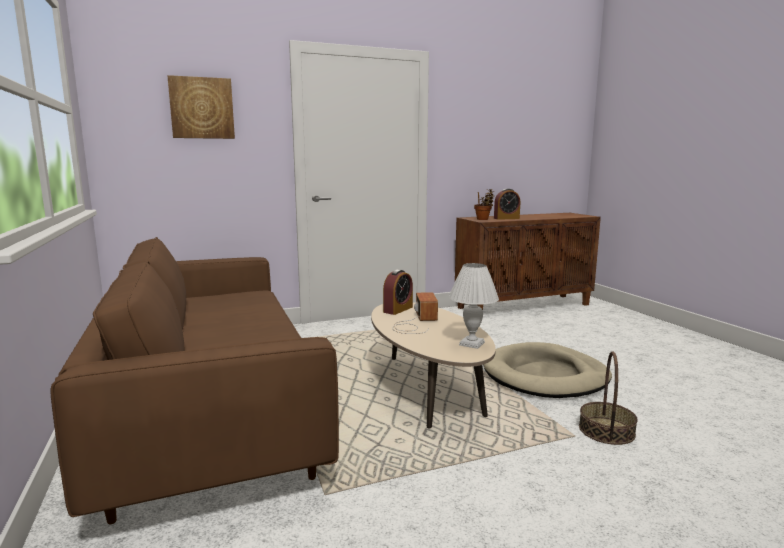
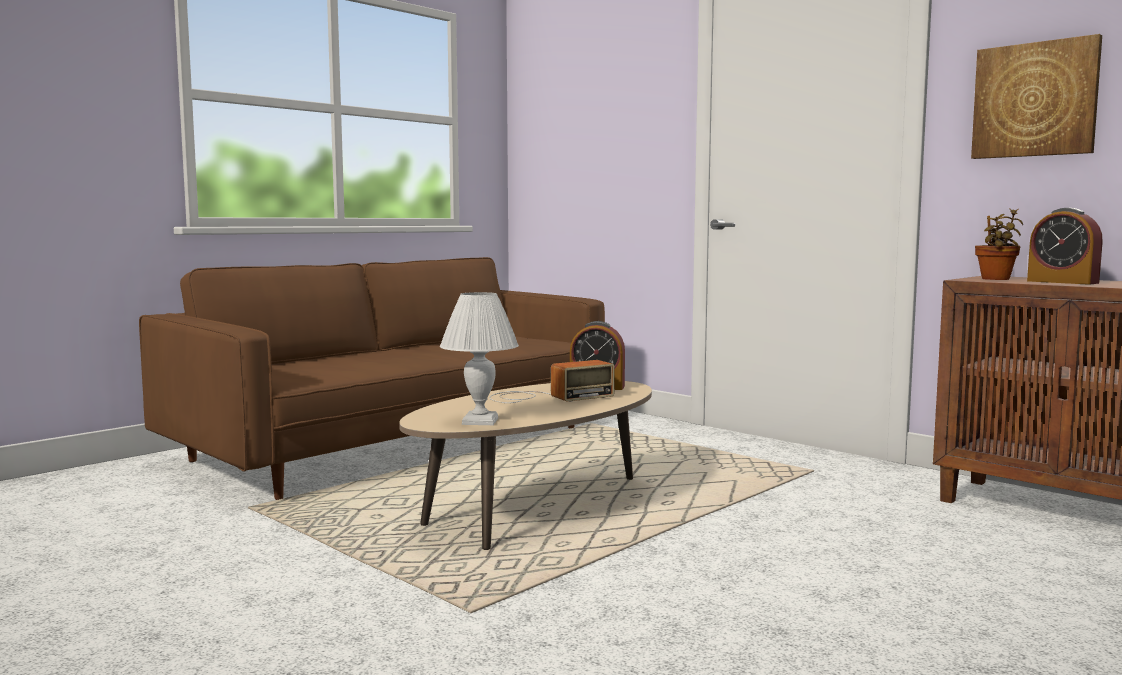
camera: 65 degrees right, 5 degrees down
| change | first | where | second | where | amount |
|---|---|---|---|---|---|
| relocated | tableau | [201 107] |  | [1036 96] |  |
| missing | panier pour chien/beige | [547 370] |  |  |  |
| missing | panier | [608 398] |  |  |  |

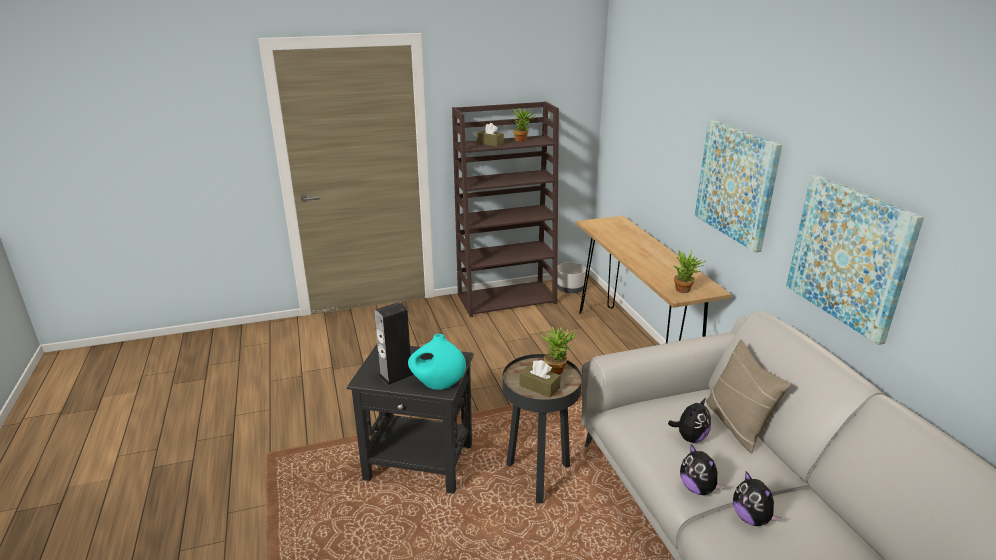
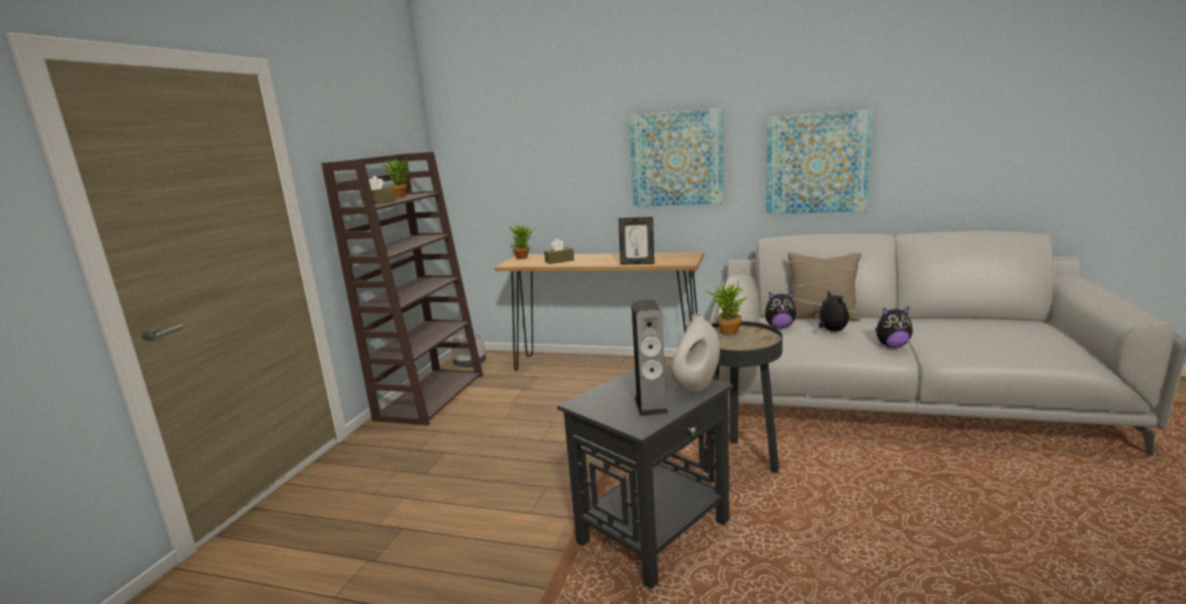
camera: 55 degrees left, 10 degrees down
| change | first | where | second | where | amount |
|---|---|---|---|---|---|
| colour | vase/turquoise | [437 362] | vase/blanc | [695 352] |  |
| relocated | boîte à mouchoirs/marron | [540 379] |  | [559 251] |  |
| relocated | plante en pot | [690 271] |  | [522 241] |  |
| relocated | peluche | [757 498] |  | [781 310] |  |
| appeared |  |  | cadre photo | [636 241] |  |

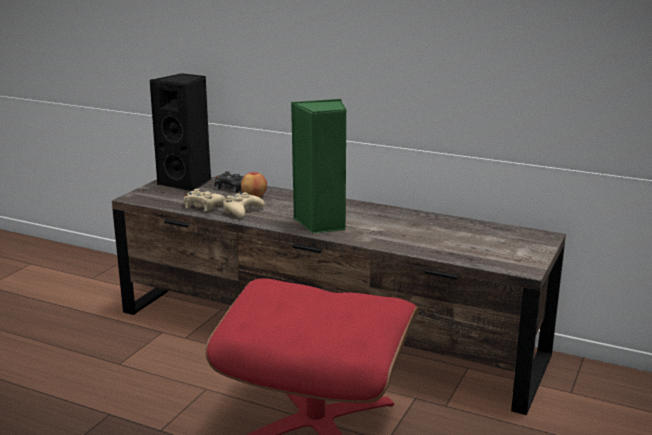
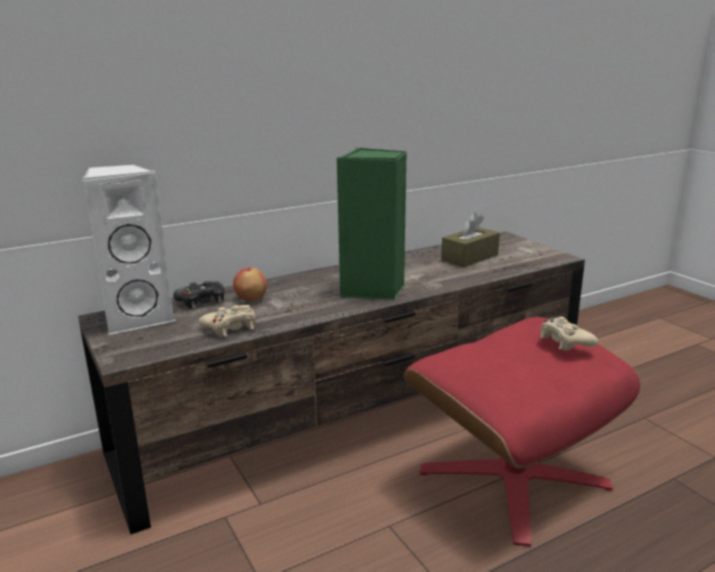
camera: 55 degrees left, 0 degrees up
| change | first | where | second | where | amount |
|---|---|---|---|---|---|
| colour | enceinte/noir | [180 132] | enceinte/blanc | [129 249] |  |
| relocated | manette/beige | [244 205] |  | [569 333] |  |
| appeared |  |  | boîte à mouchoirs/marron | [470 239] |  |

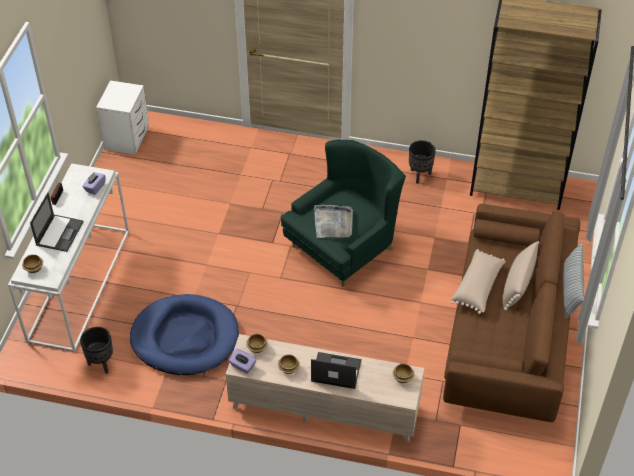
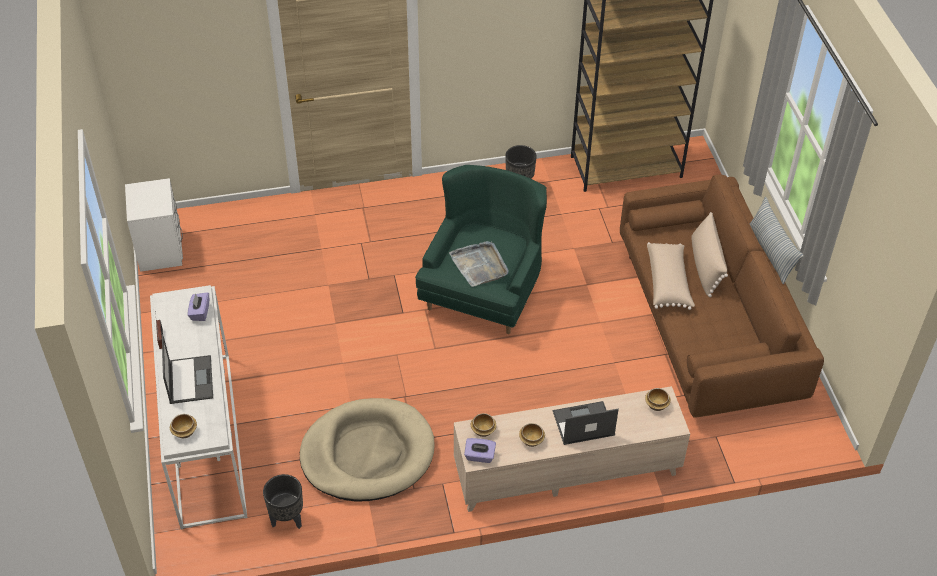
camera: 25 degrees left, 0 degrees up
| change | first | where | second | where | amount |
|---|---|---|---|---|---|
| colour | panier pour chien/bleu | [184 334] | panier pour chien/beige | [367 450] |  |

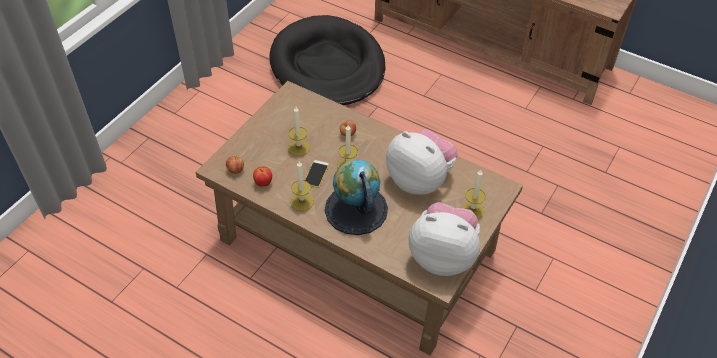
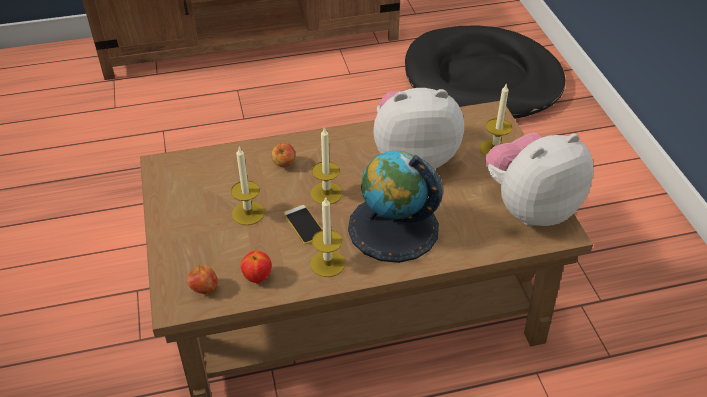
camera: 45 degrees left, 5 degrees down
| change | first | where | second | where | amount |
|---|---|---|---|---|---|
| relocated | panier pour chien/noir | [327 60] |  | [485 72] |  |

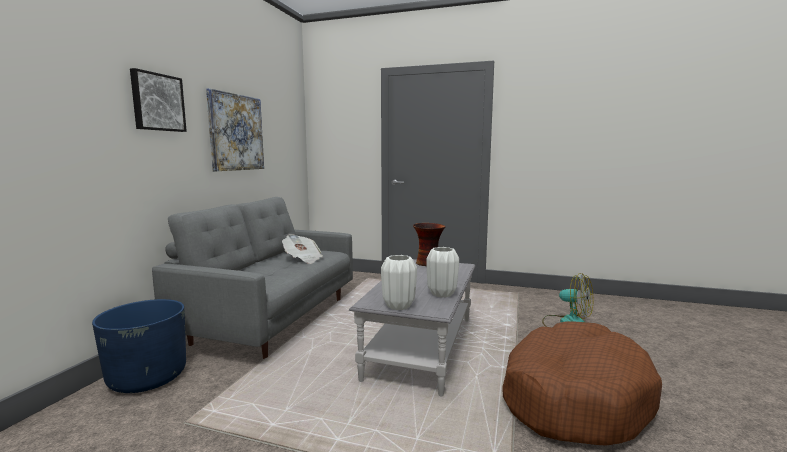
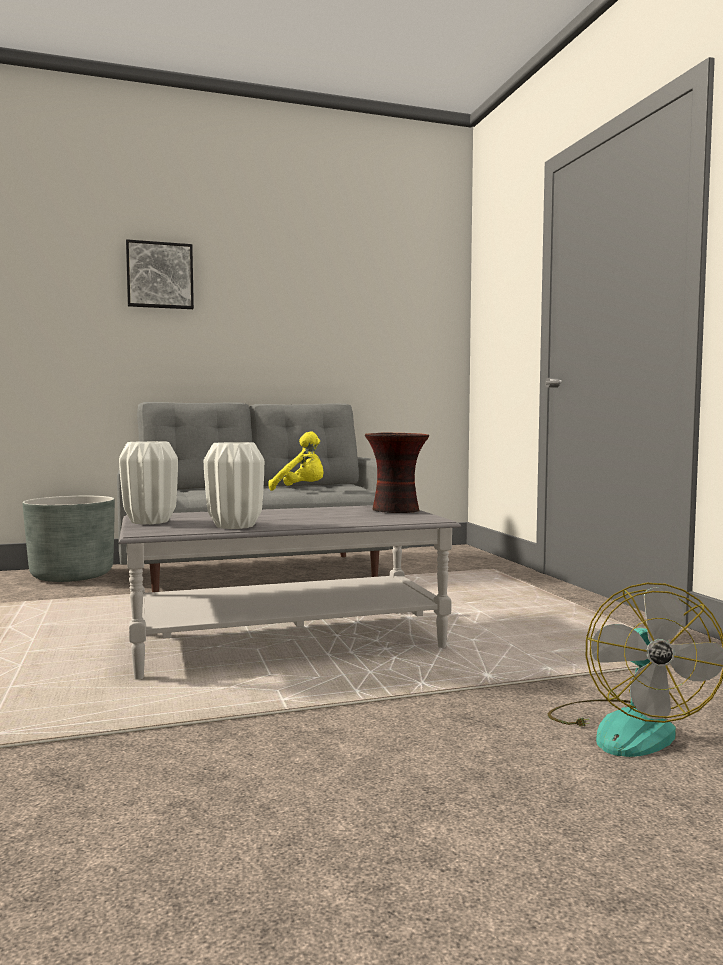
camera: 55 degrees right, 5 degrees down
| change | first | where | second | where | amount |
|---|---|---|---|---|---|
| colour | cache-pot/bleu | [139 346] | cache-pot/gris | [68 539] |  |
| missing | tableau | [235 129] |  |  |  |
| exchanged | journal | [302 249] | peluche/jaune | [296 461] |  |
| missing | panier pour chien/marron | [582 383] |  |  |  |

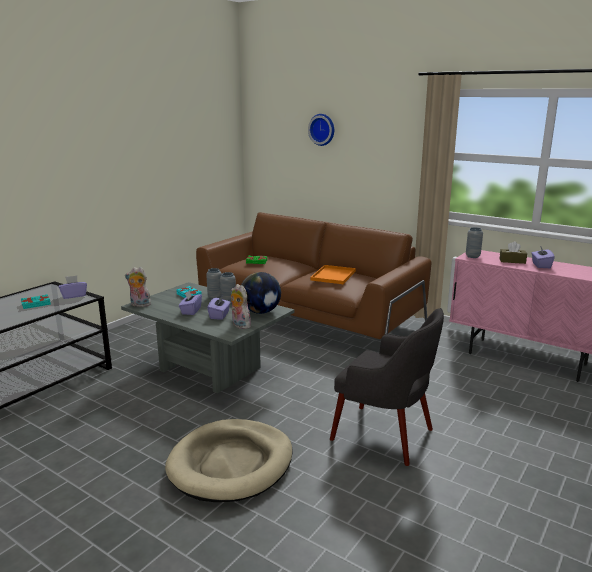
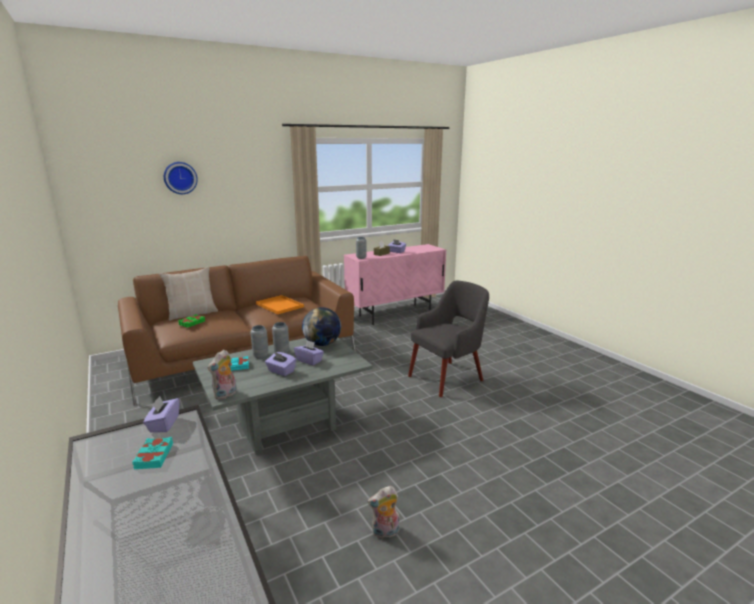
camera: 65 degrees left, 0 degrees up
| change | first | where | second | where | amount |
|---|---|---|---|---|---|
| missing | panier pour chien/beige | [229 460] |  |  |  |
| relocated | peluche | [241 306] |  | [383 512] |  |
| appeared |  |  | coussin/beige | [188 294] |  |

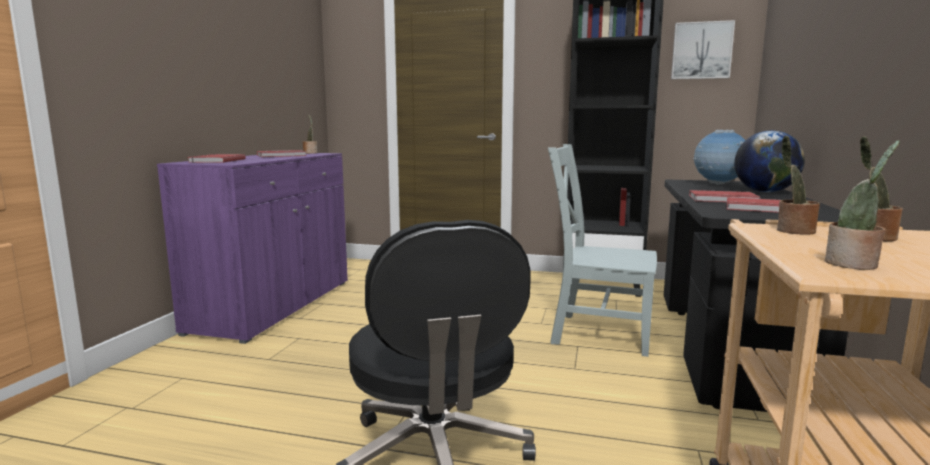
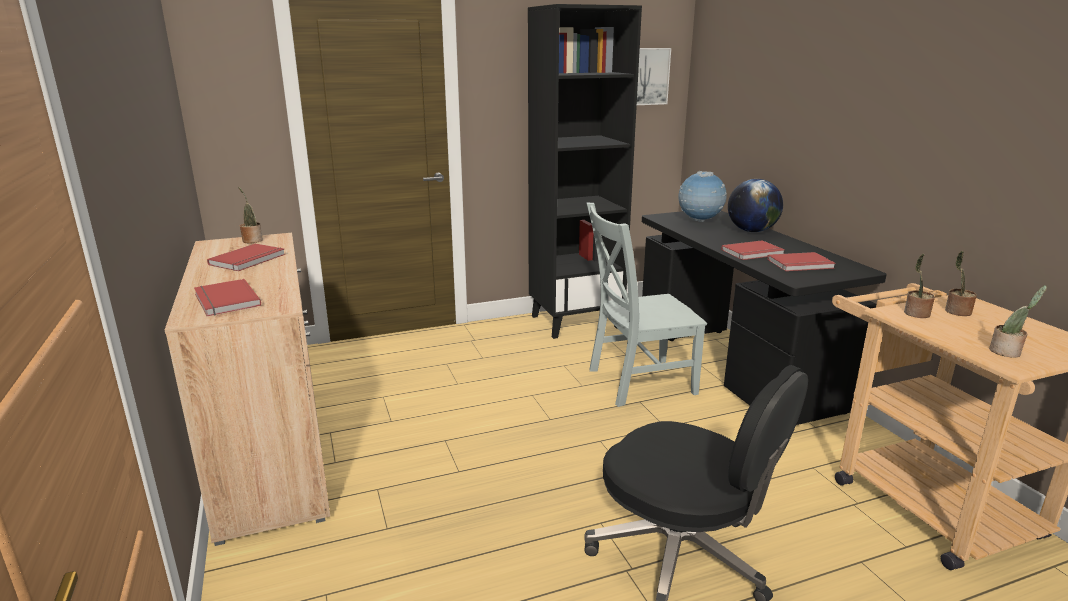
camera: 35 degrees left, 10 degrees up
| change | first | where | second | where | amount |
|---|---|---|---|---|---|
| colour | meuble de rangement/violet | [252 248] | meuble de rangement/beige | [247 389] |  |

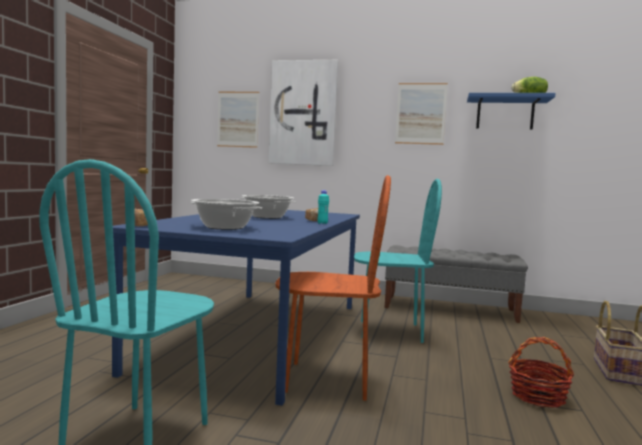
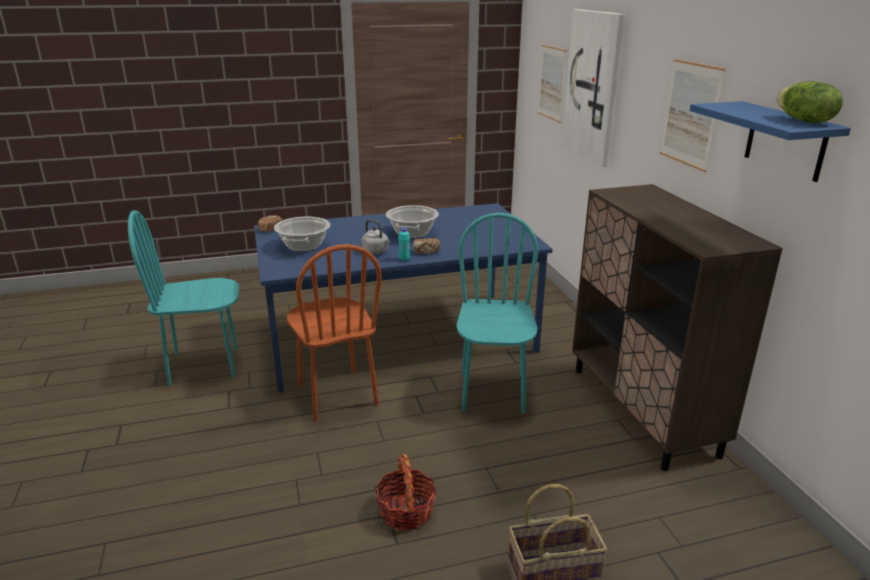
camera: 60 degrees right, 20 degrees up
| change | first | where | second | where | amount |
|---|---|---|---|---|---|
| spun | chaise/turquoise | [398 261] |  | [497 313] | 150 degrees counterclockwise |
| exchanged | banc/gris | [456 284] | meuble de rangement/marron | [677 327] |  |
| appeared |  |  | bouilloire/gris | [376 236] |  |

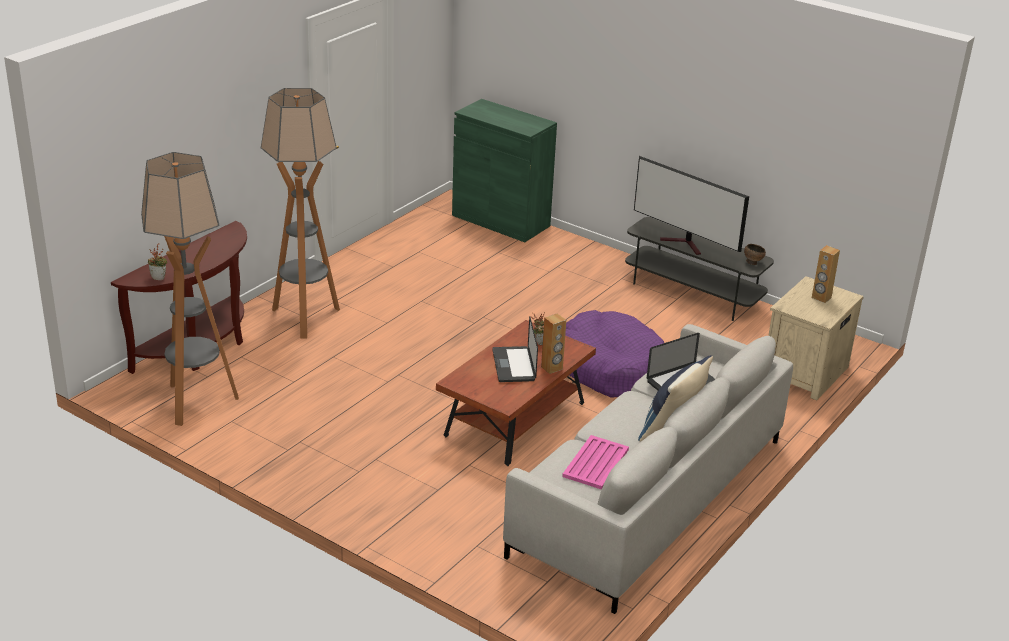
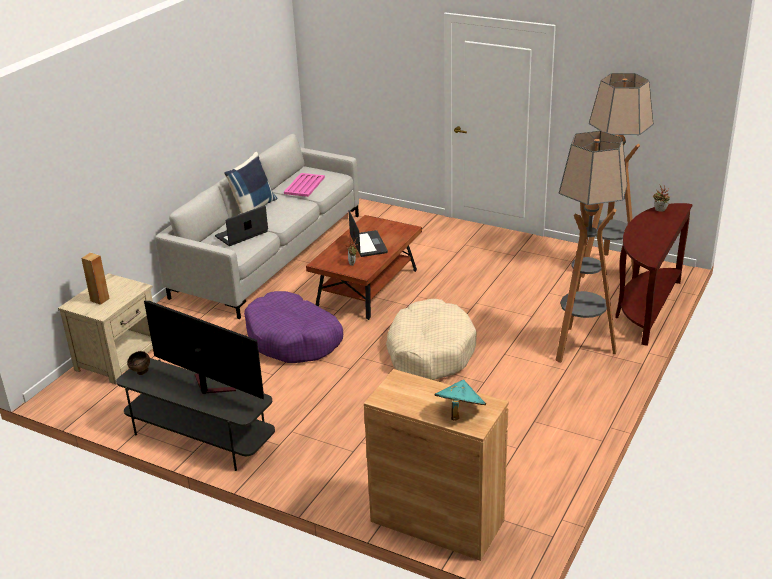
camera: 175 degrees right, 0 degrees up
| change | first | where | second | where | amount |
|---|---|---|---|---|---|
| colour | meuble de rangement/vert | [504 170] | meuble de rangement/marron | [436 465] |  |
| missing | enceinte/marron | [553 344] |  |  |  |
| appeared |  |  | panier pour chien/beige | [431 339] |  |
| appeared |  |  | chapeau/turquoise | [460 400] |  |

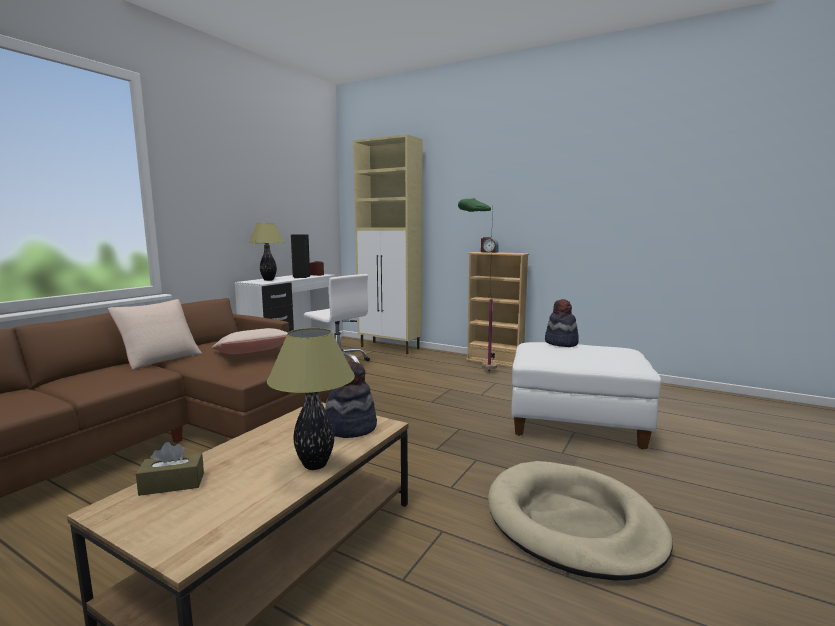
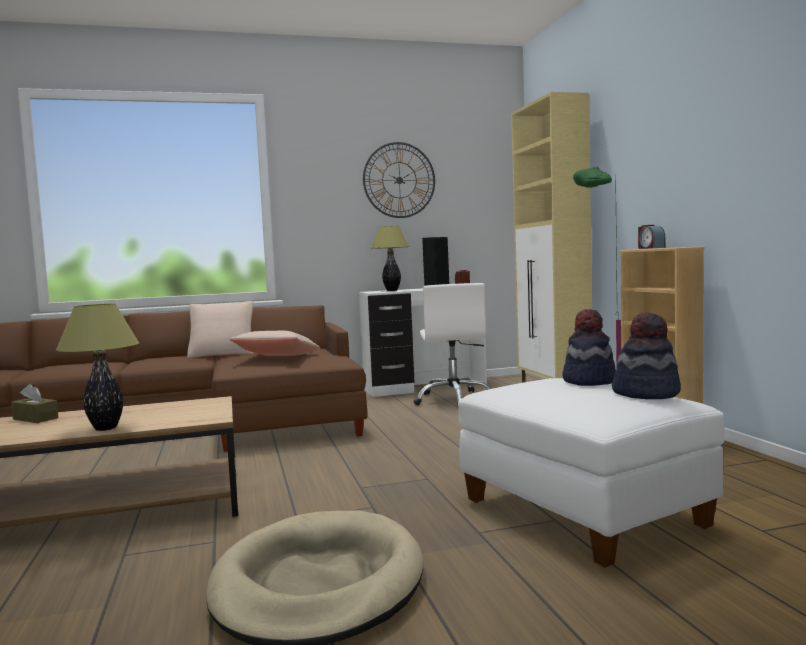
camera: 45 degrees right, 5 degrees down
| change | first | where | second | where | amount |
|---|---|---|---|---|---|
| relocated | chapeau | [351 399] |  | [646 355] |  |
| appeared |  |  | horloge murale | [399 180] |  |

